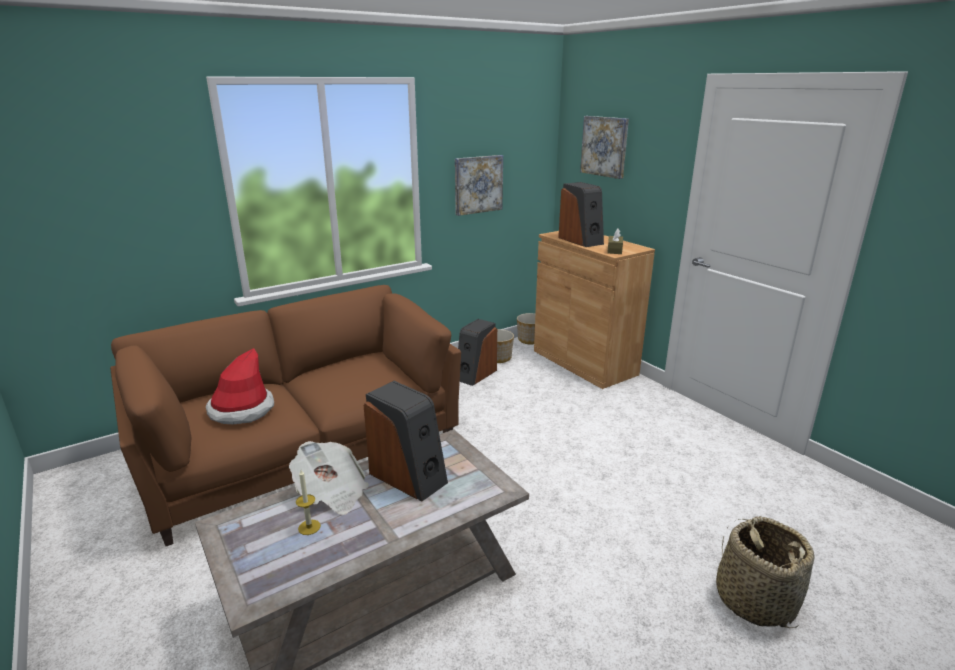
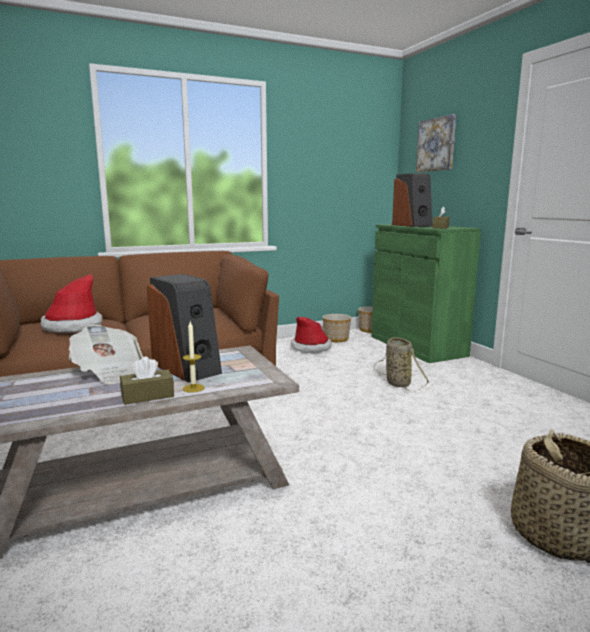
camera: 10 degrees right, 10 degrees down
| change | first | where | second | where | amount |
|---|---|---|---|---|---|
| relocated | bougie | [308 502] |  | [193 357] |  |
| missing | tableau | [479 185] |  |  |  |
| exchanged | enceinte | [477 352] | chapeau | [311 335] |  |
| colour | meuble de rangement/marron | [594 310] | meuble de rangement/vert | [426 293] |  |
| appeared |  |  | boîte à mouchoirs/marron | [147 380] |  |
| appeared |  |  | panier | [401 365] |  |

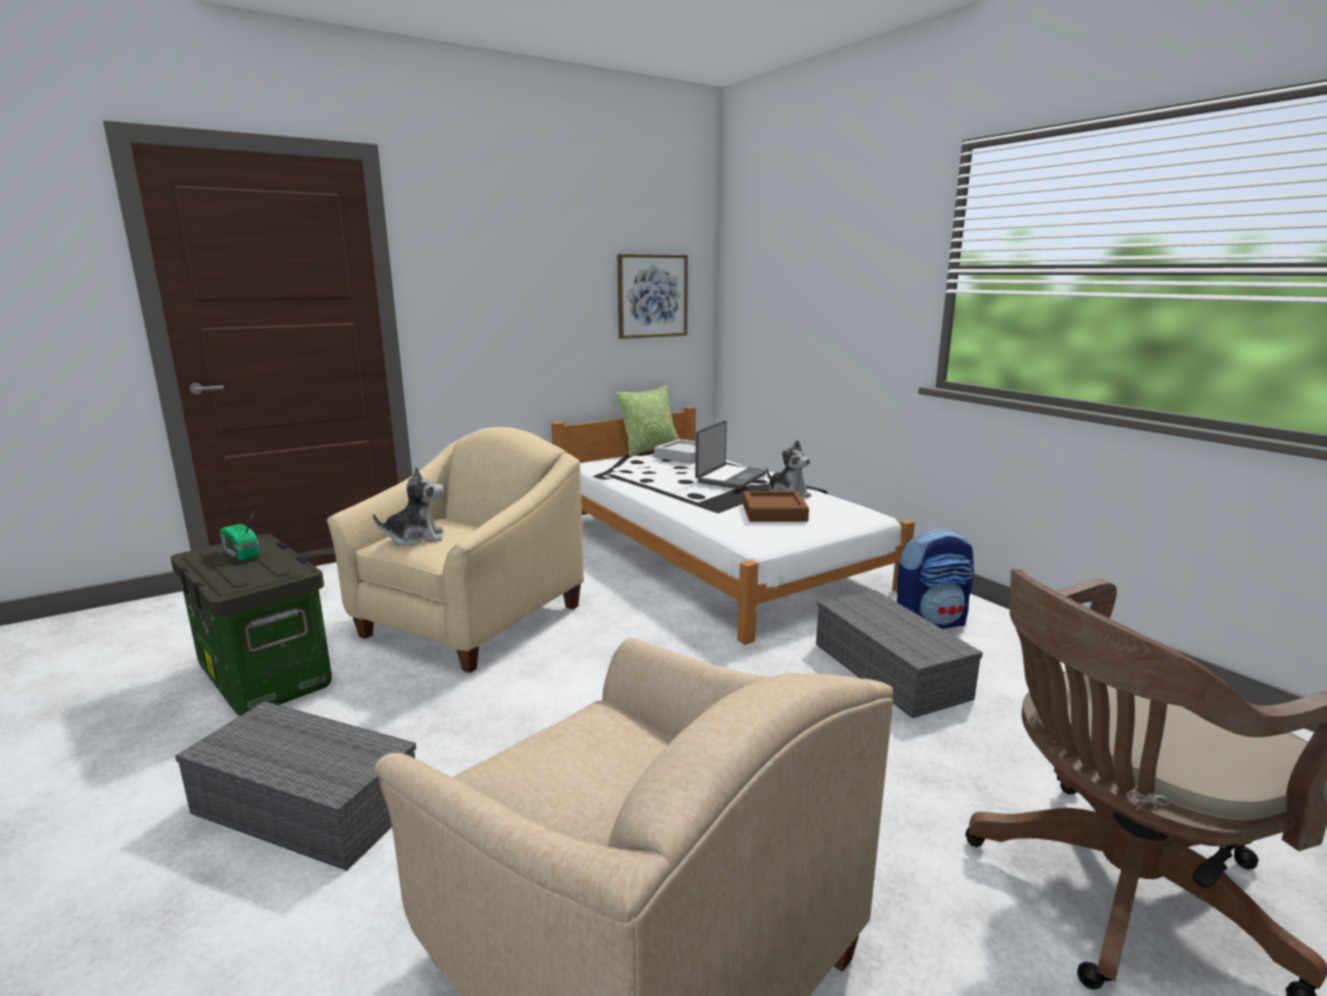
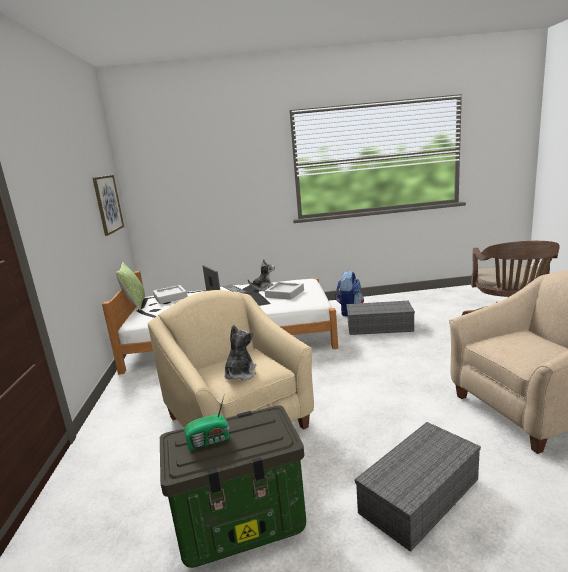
camera: 60 degrees left, 0 degrees up
| change | first | where | second | where | amount |
|---|---|---|---|---|---|
| colour | plateau/marron | [776 506] | plateau/gris | [284 291] |  |

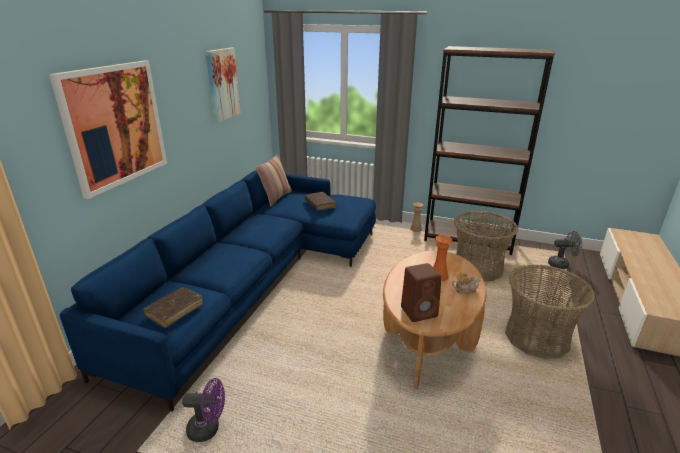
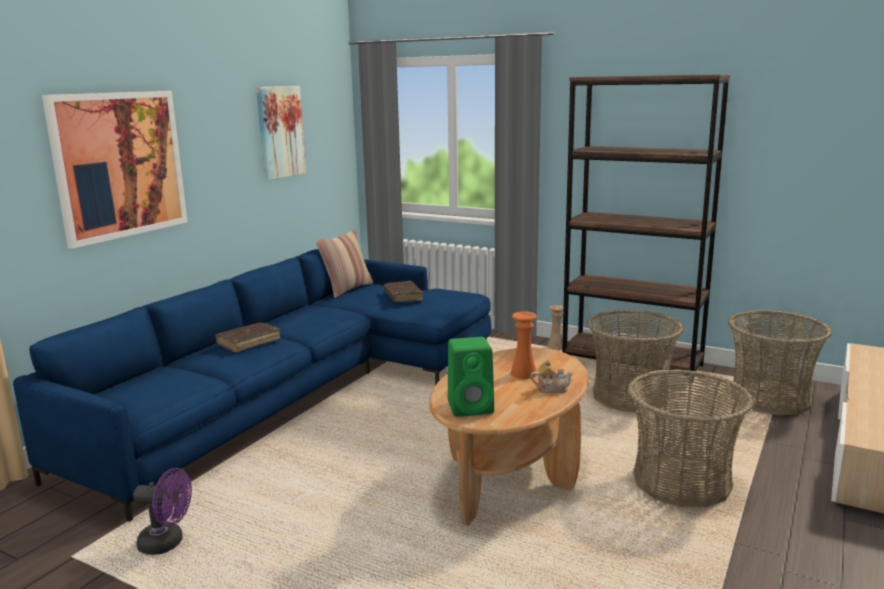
camera: 10 degrees right, 10 degrees down
| change | first | where | second | where | amount |
|---|---|---|---|---|---|
| relocated | livre/marron | [173 307] |  | [247 338] |  |
| colour | enceinte/marron | [421 292] | enceinte/vert | [471 377] |  |
| exchanged | ventilateur/gris | [565 250] | panier | [780 362] |  |

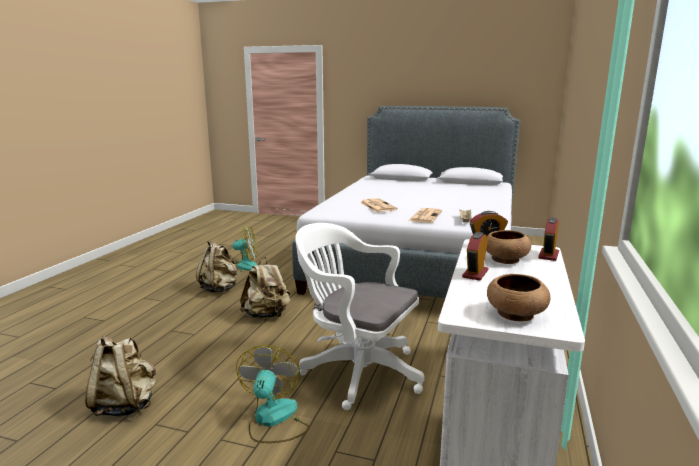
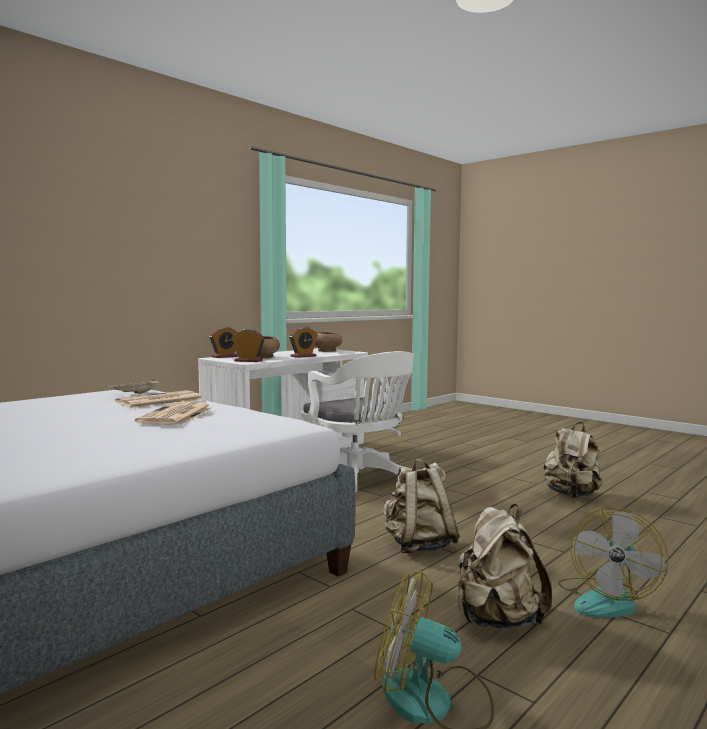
camera: 155 degrees left, 10 degrees down
| change | first | where | second | where | amount |
|---|---|---|---|---|---|
| relocated | ventilateur | [272 394] |  | [613 563] |  |

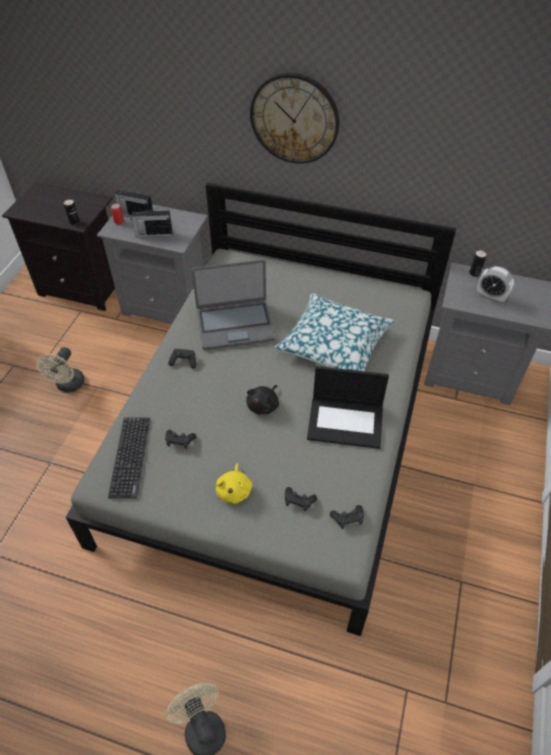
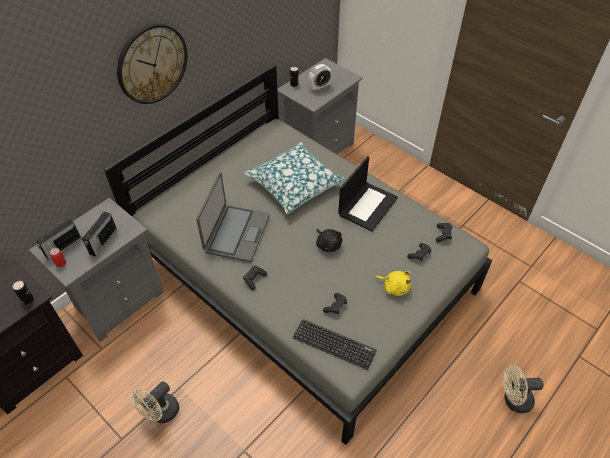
camera: 65 degrees left, 0 degrees up
| change | first | where | second | where | amount |
|---|---|---|---|---|---|
| spun | ventilateur/beige | [60 369] |  | [154 402] | 90 degrees clockwise |

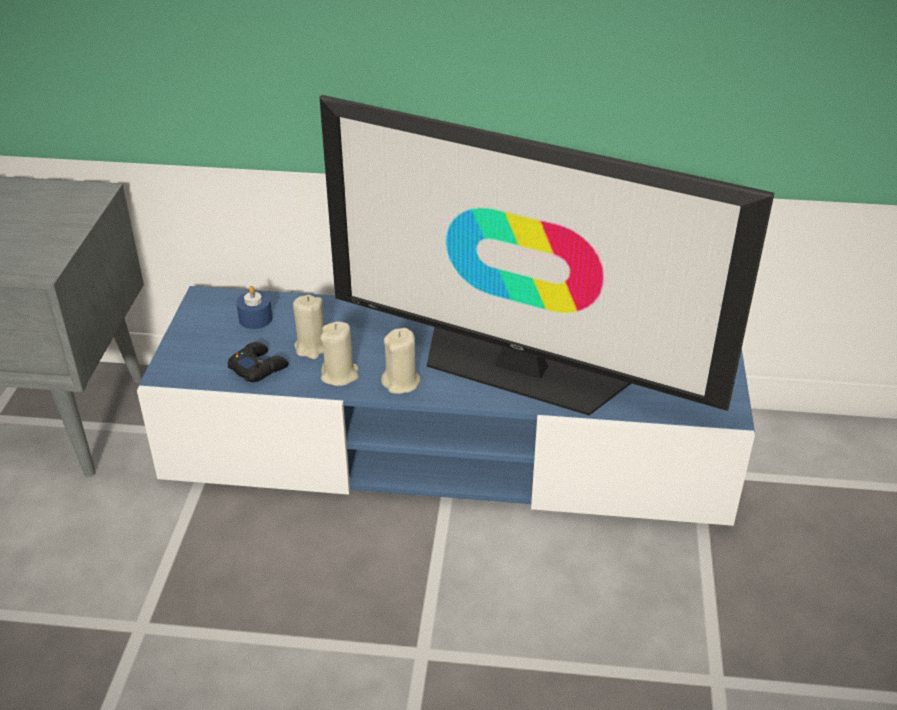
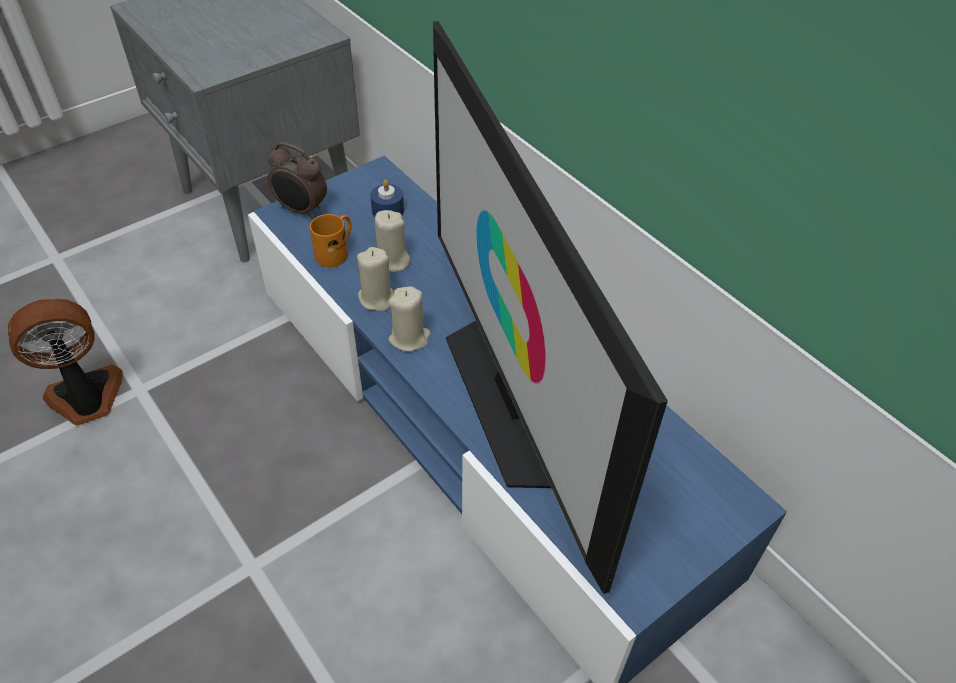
camera: 45 degrees right, 10 degrees up
| change | first | where | second | where | amount |
|---|---|---|---|---|---|
| exchanged | manette/noir | [258 362] | mug/orange | [331 240] |  |
| appeared |  |  | ventilateur | [65 362] |  |
| appeared |  |  | réveil | [297 180] |  |

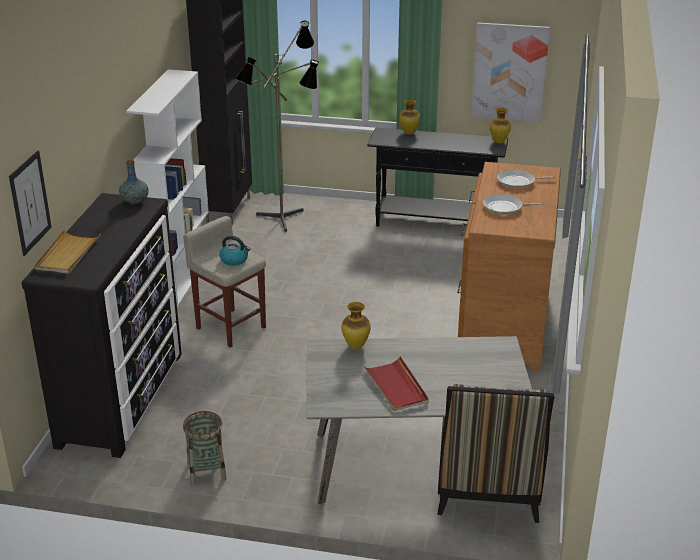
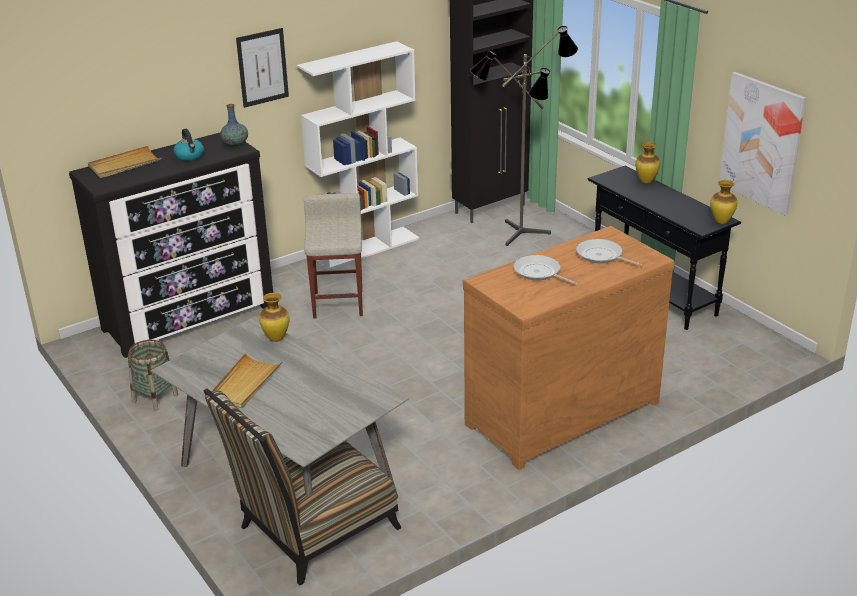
camera: 45 degrees right, 0 degrees up
| change | first | where | second | where | amount |
|---|---|---|---|---|---|
| relocated | tableau | [30 203] |  | [262 68] |  |
| relocated | bouilloire | [235 251] |  | [189 145] |  |
| colour | plateau/rouge | [396 383] | plateau/beige | [247 380] |  |

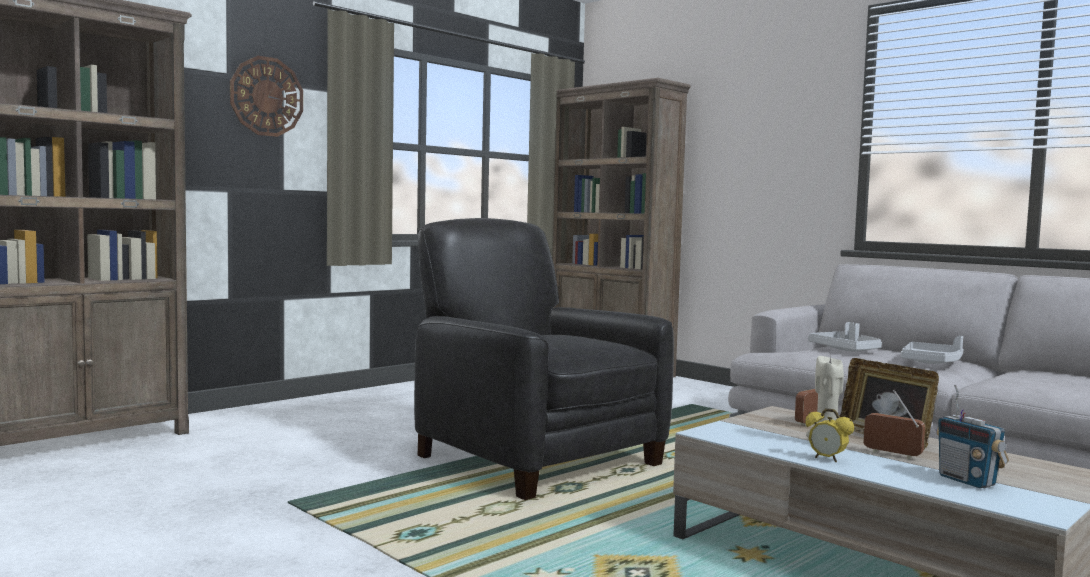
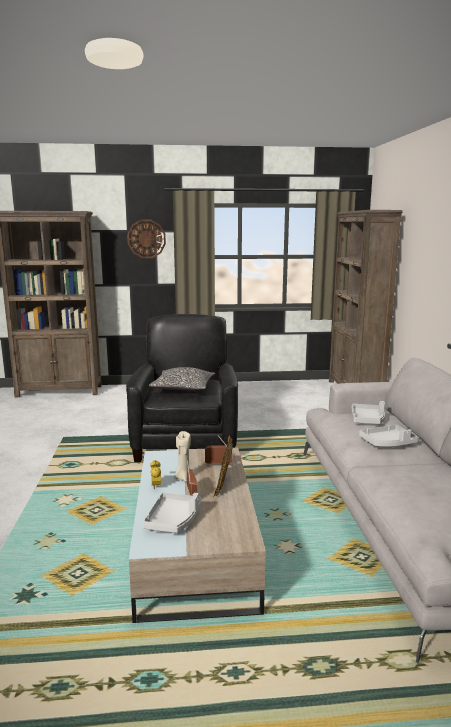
camera: 40 degrees right, 10 degrees up
| change | first | where | second | where | amount |
|---|---|---|---|---|---|
| exchanged | radio | [972 436] | plateau/gris | [172 513] |  |
| appeared |  |  | coussin | [182 379] |  |

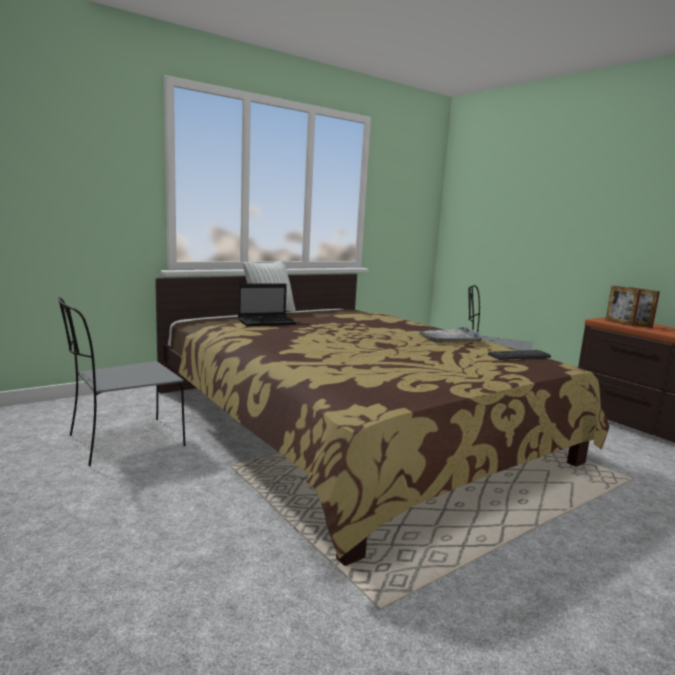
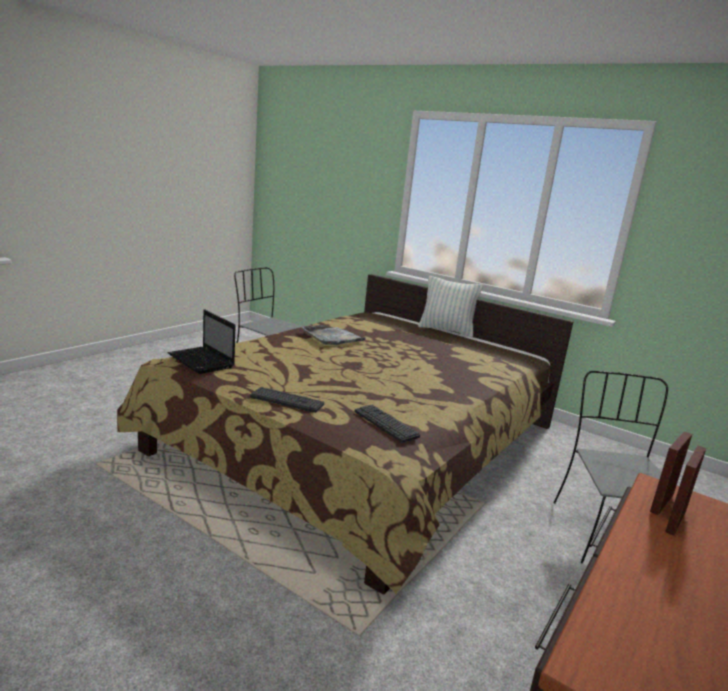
camera: 70 degrees right, 5 degrees up
| change | first | where | second | where | amount |
|---|---|---|---|---|---|
| relocated | ordinateur portable | [267 305] |  | [202 341] |  |
| relocated | plateau/gris | [451 334] |  | [334 335] |  |
| appeared |  |  | clavier | [287 400] |  |

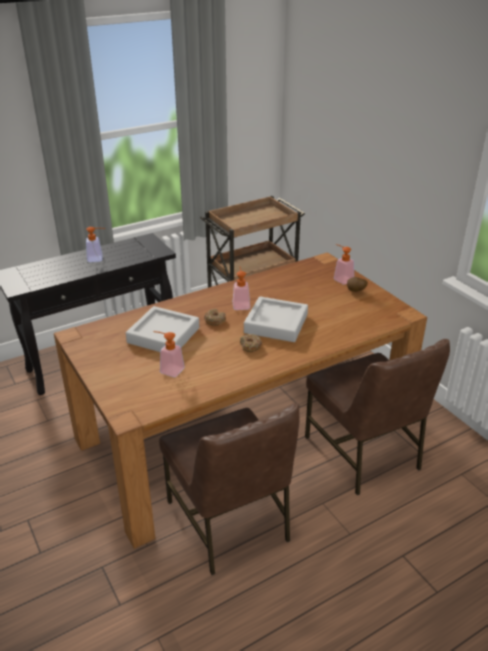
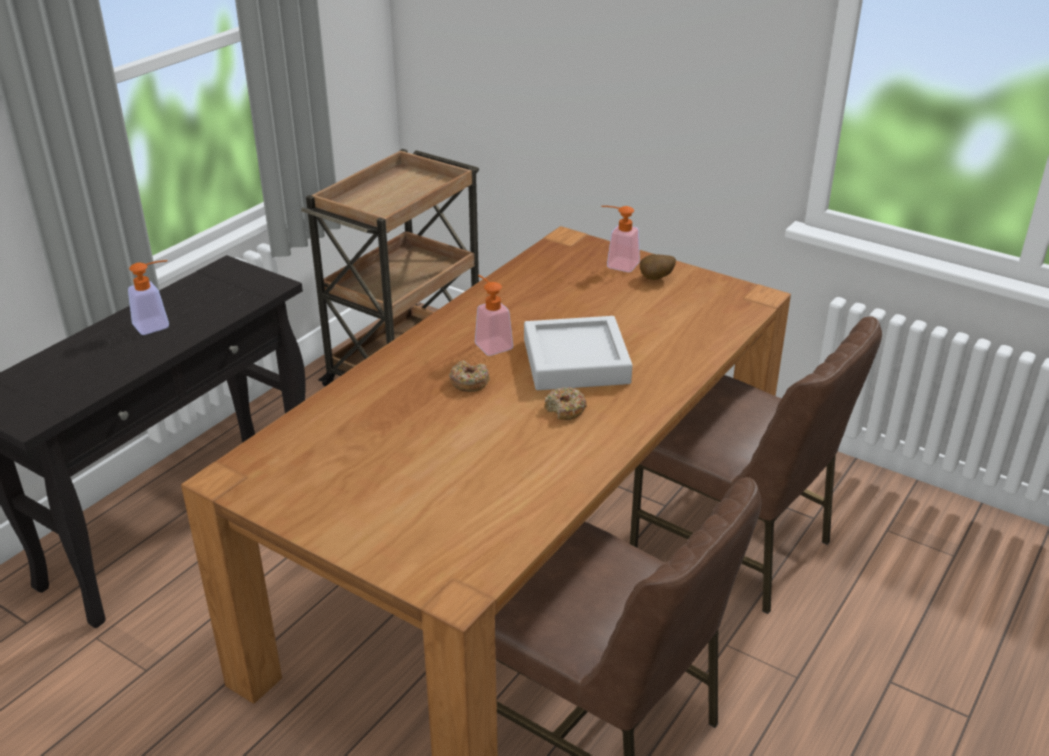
camera: 25 degrees left, 0 degrees up
| change | first | where | second | where | amount |
|---|---|---|---|---|---|
| missing | plateau/gris | [162 329] |  |  |  |
| missing | distributeur de savon | [169 354] |  |  |  |

